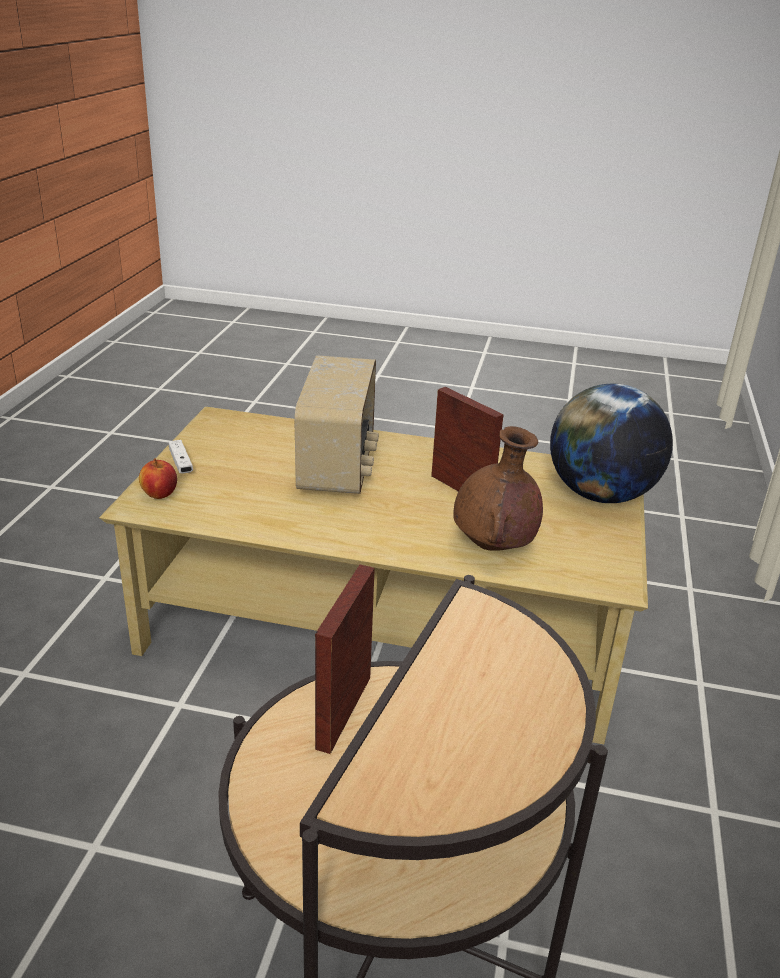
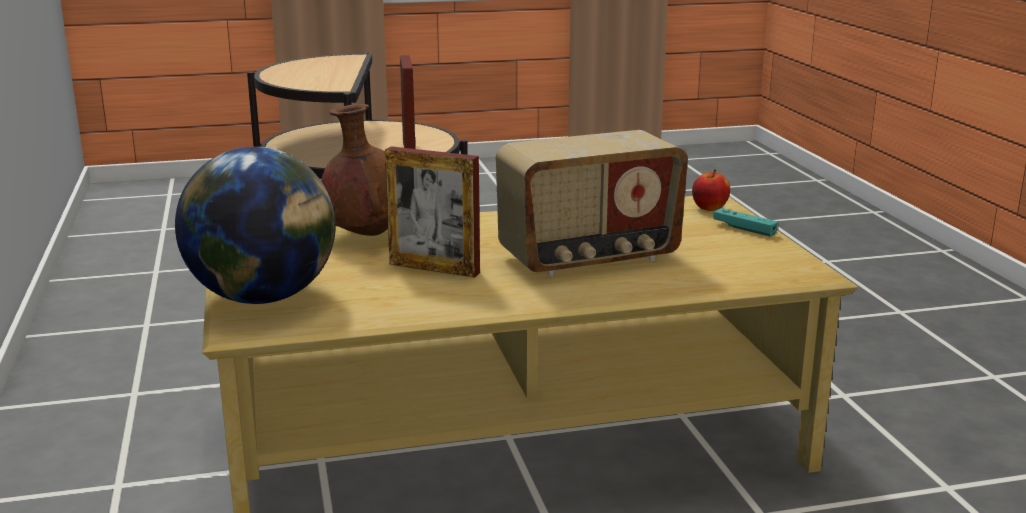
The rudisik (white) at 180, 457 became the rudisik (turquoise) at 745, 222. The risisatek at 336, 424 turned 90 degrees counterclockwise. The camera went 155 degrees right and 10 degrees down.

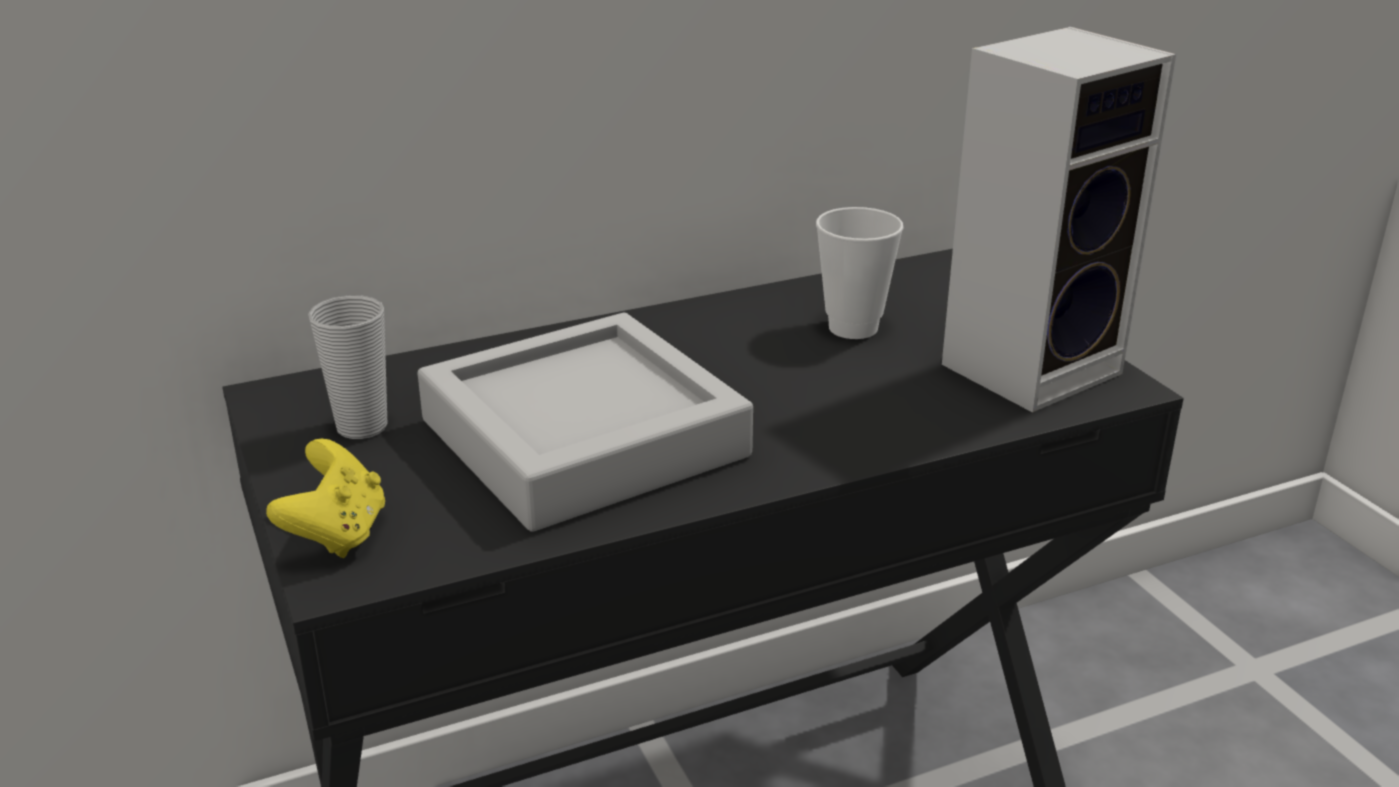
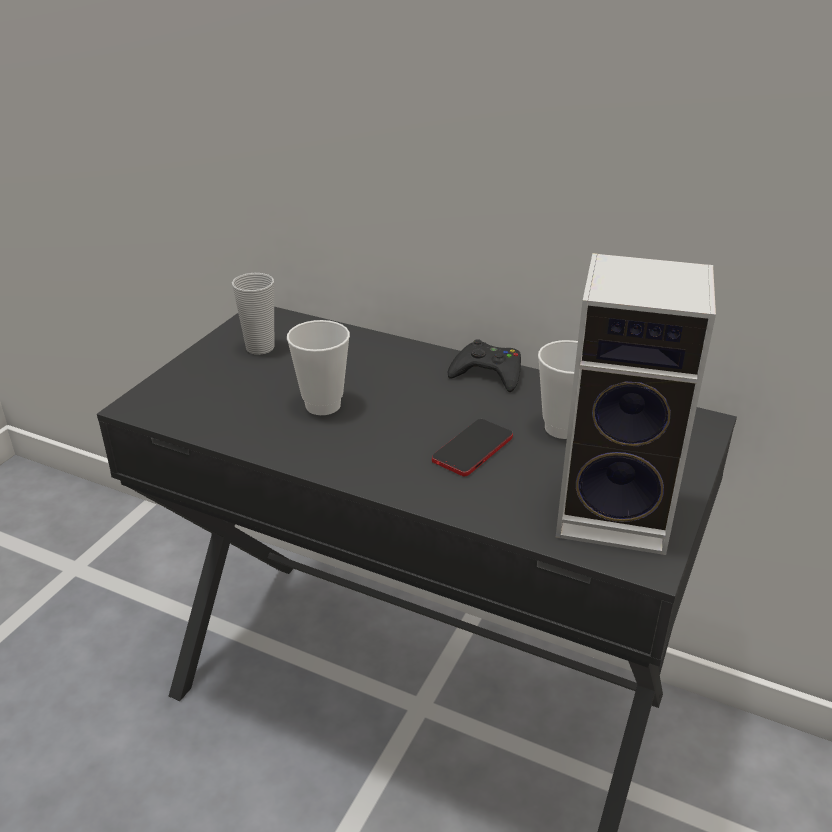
The rudisik (yellow) at 325, 498 disappeared. The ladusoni at 472, 448 appeared. The rudisik (black) at 484, 365 appeared. The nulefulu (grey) at 585, 422 was replaced by the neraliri at 318, 367. The camera went 50 degrees right and 5 degrees up.

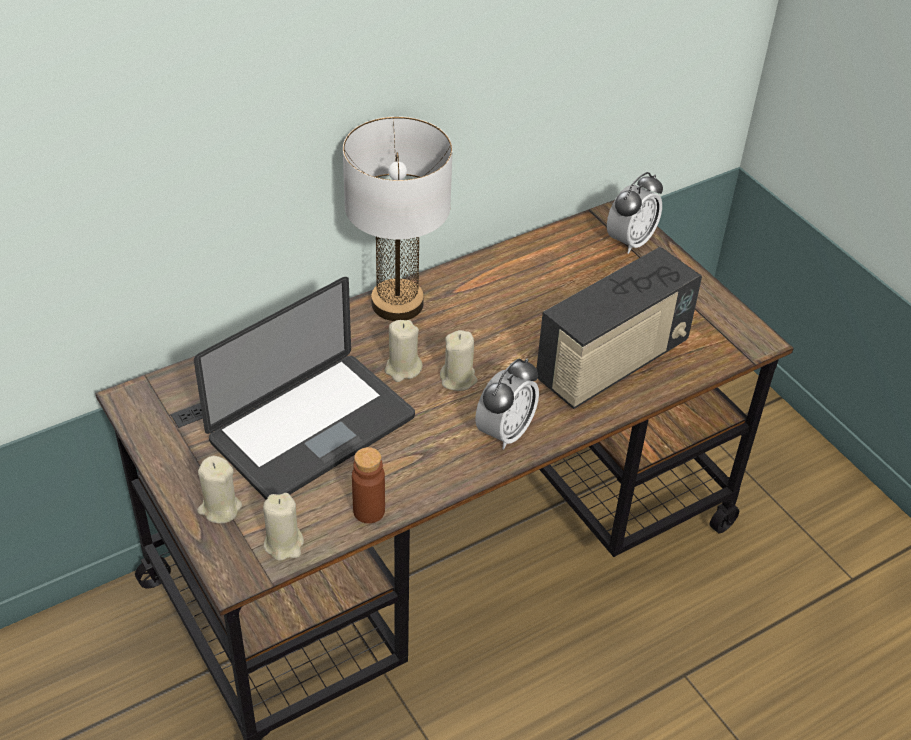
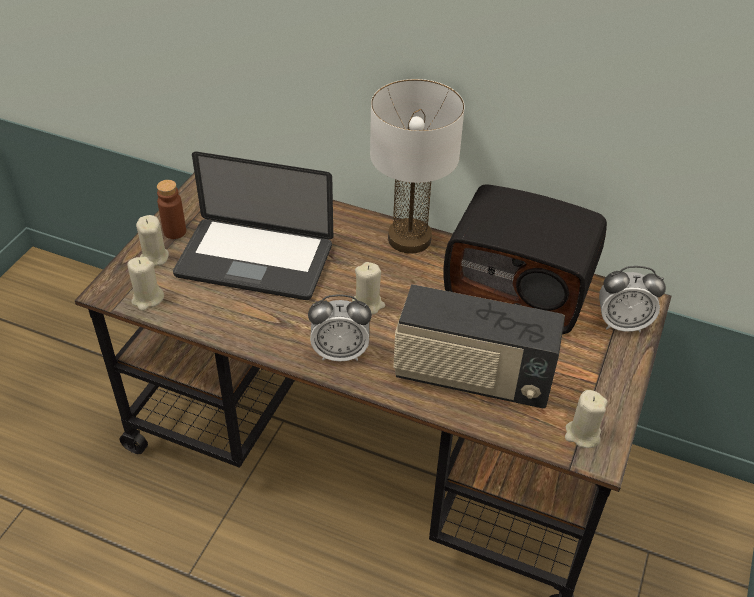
The risisatek at 525, 259 appeared. The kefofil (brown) moved from 368, 485 to 171, 209. The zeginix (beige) moved from 404, 351 to 586, 419. The camera went 55 degrees right and 0 degrees up.

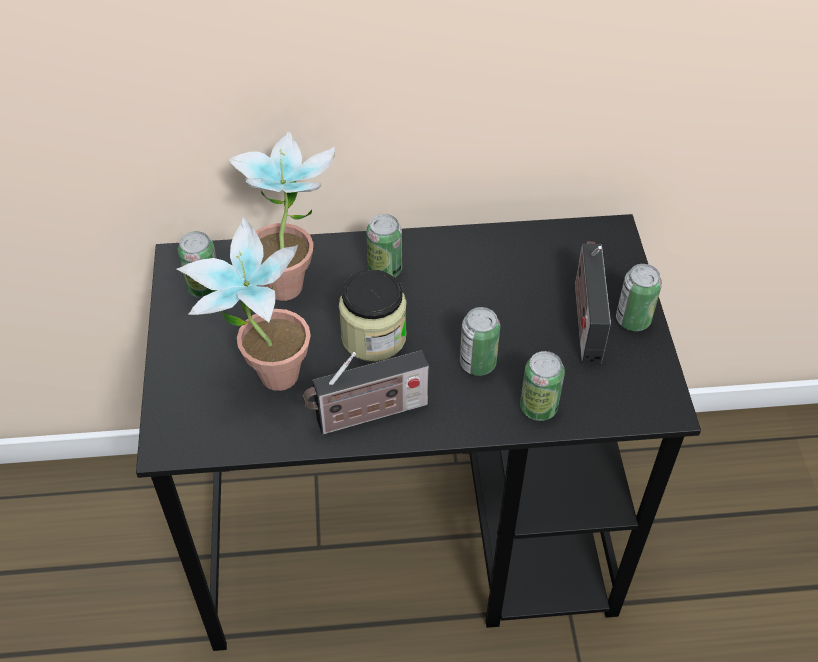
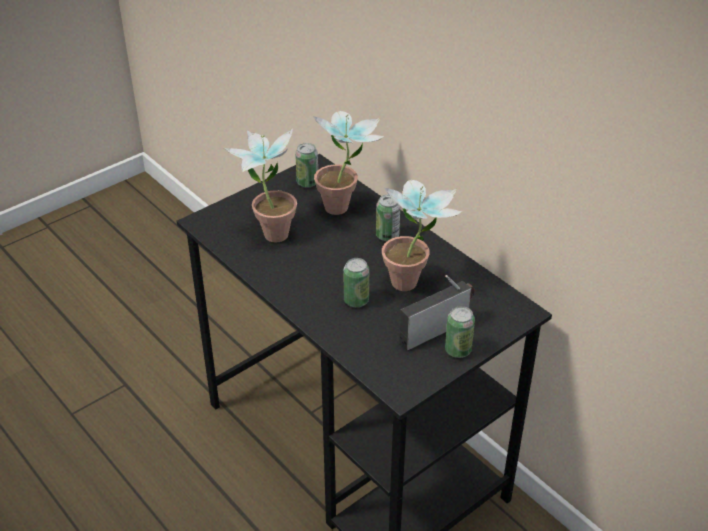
The risisatek at 366, 392 disappeared. The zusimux at 372, 316 disappeared. The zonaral at 542, 386 disappeared. The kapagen at 422, 235 appeared. The camera went 55 degrees right and 10 degrees down.

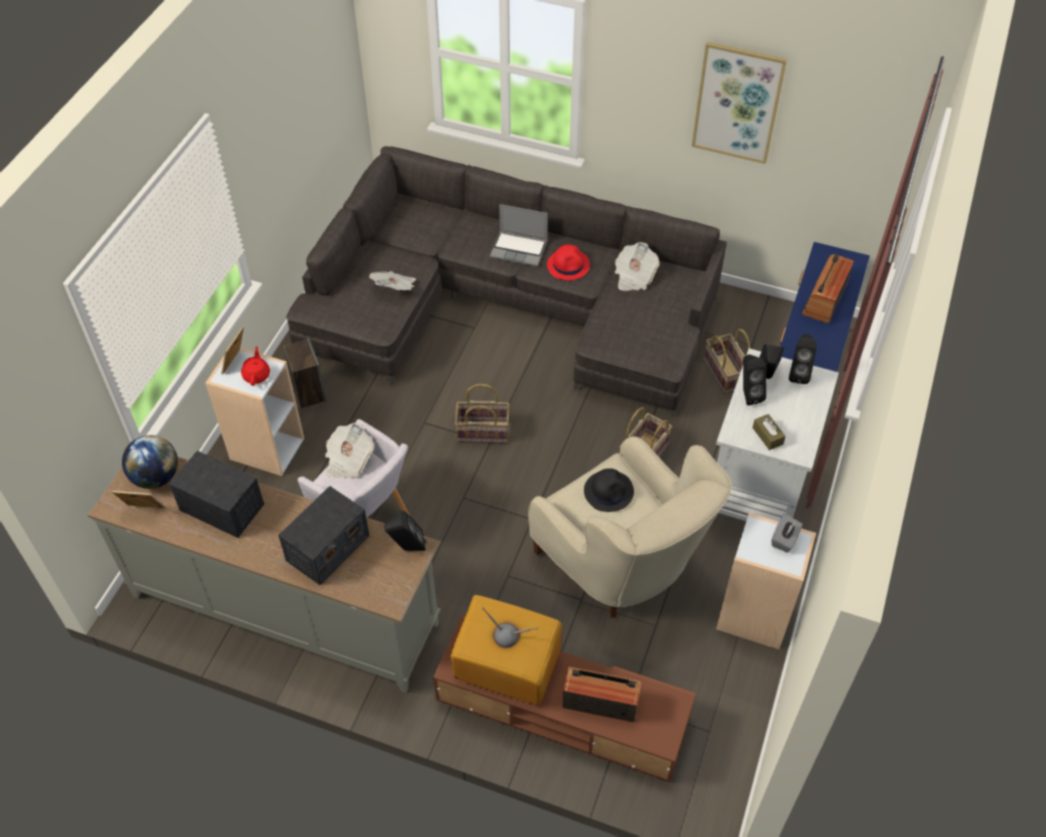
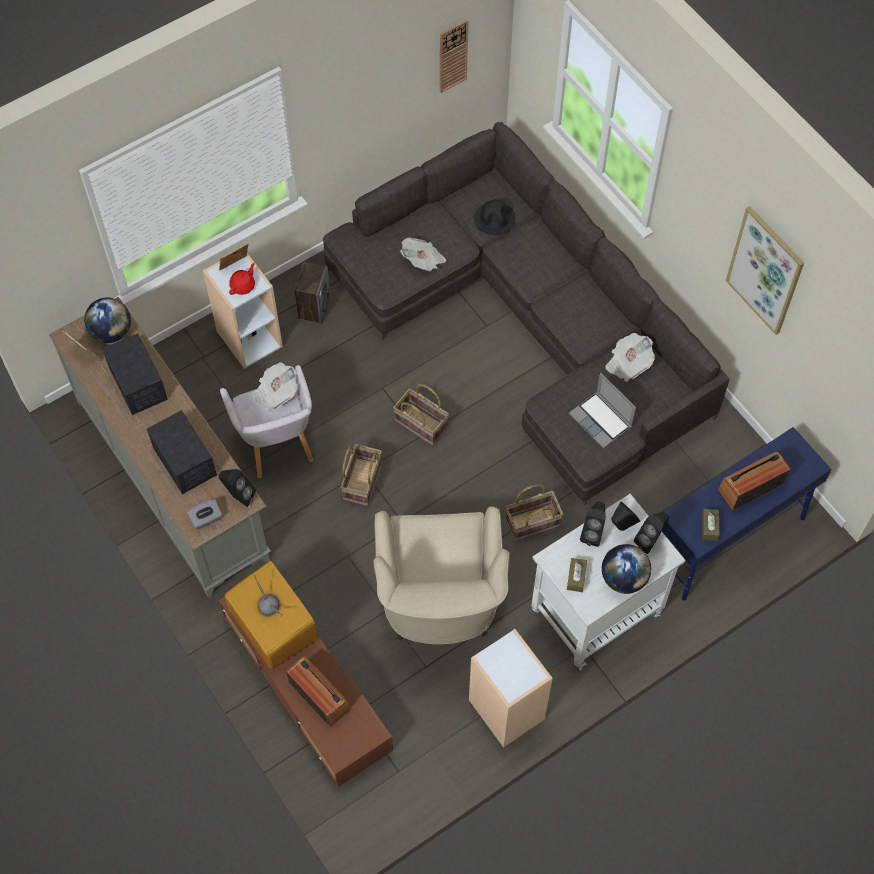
The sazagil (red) at 568, 262 disappeared. The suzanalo at 454, 56 appeared. The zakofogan at 626, 569 appeared. The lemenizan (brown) at 711, 525 appeared. The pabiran moved from 519, 235 to 602, 411. The sazagil (black) moved from 609, 490 to 494, 217. The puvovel moved from 727, 361 to 361, 475. The lemenizan (grey) moved from 786, 532 to 204, 514. The risisatek at 323, 535 turned 105 degrees counterclockwise. The camera went 35 degrees right and 10 degrees up.

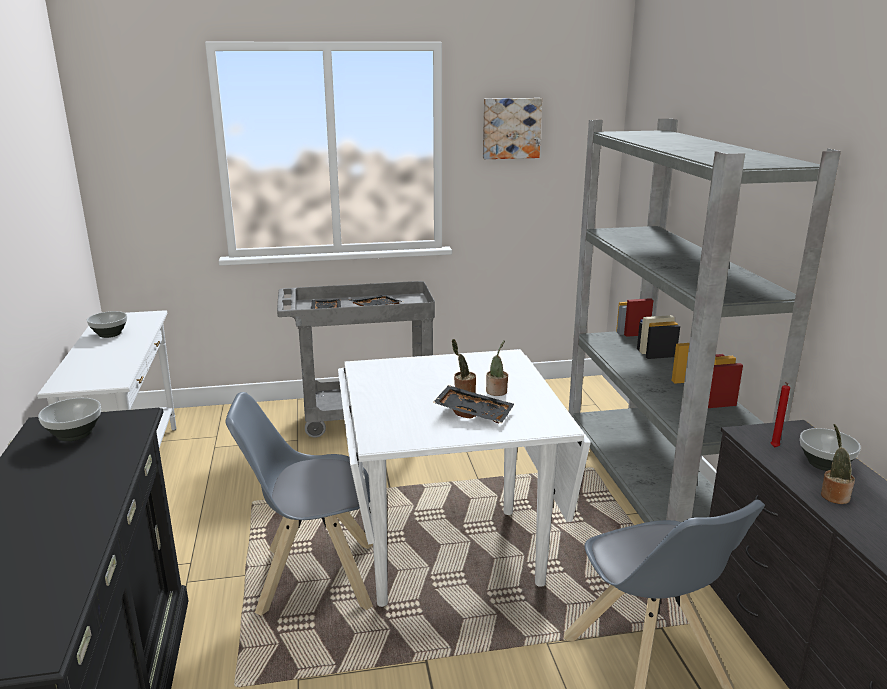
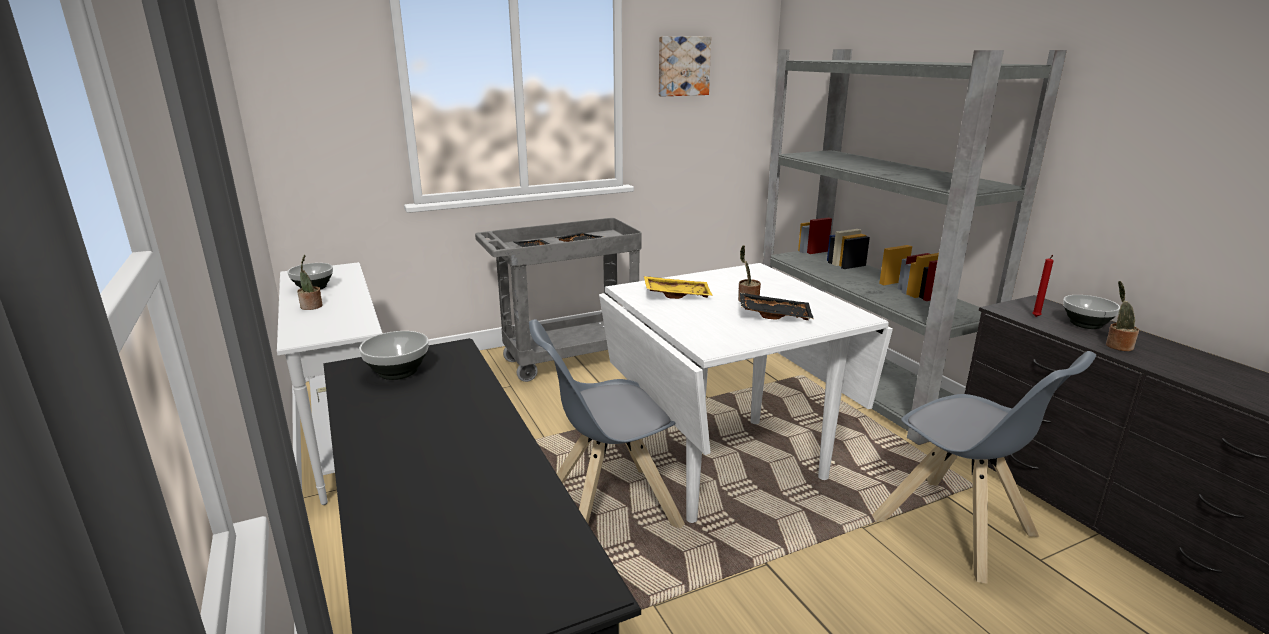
The nulefulu (yellow) at 678, 287 appeared. The kapagen moved from 497, 368 to 309, 282. The camera went 15 degrees left and 0 degrees up.

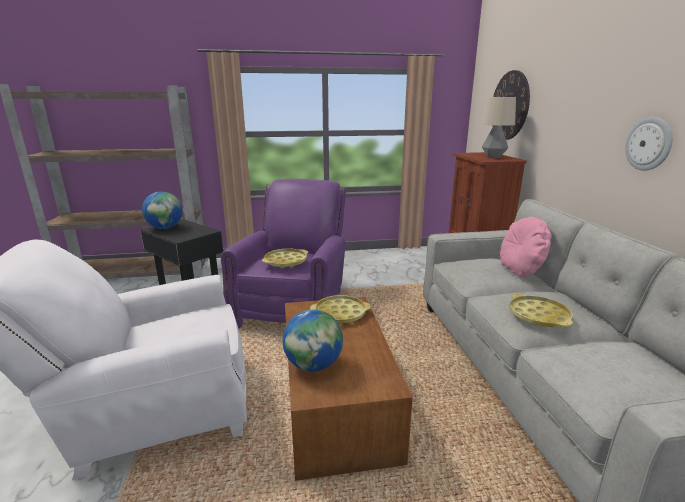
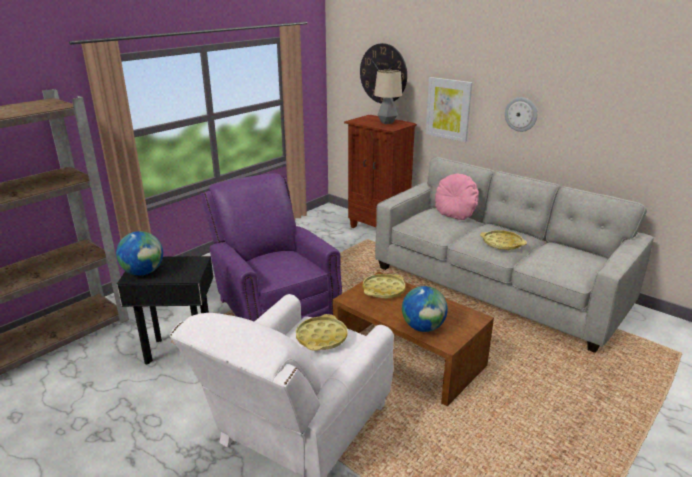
The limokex at 448, 109 appeared. The nulefulu (yellow) moved from 285, 258 to 322, 332. The camera went 40 degrees left and 5 degrees up.

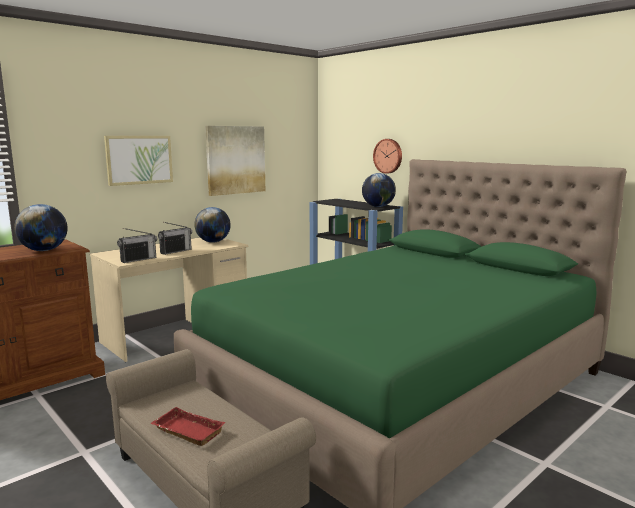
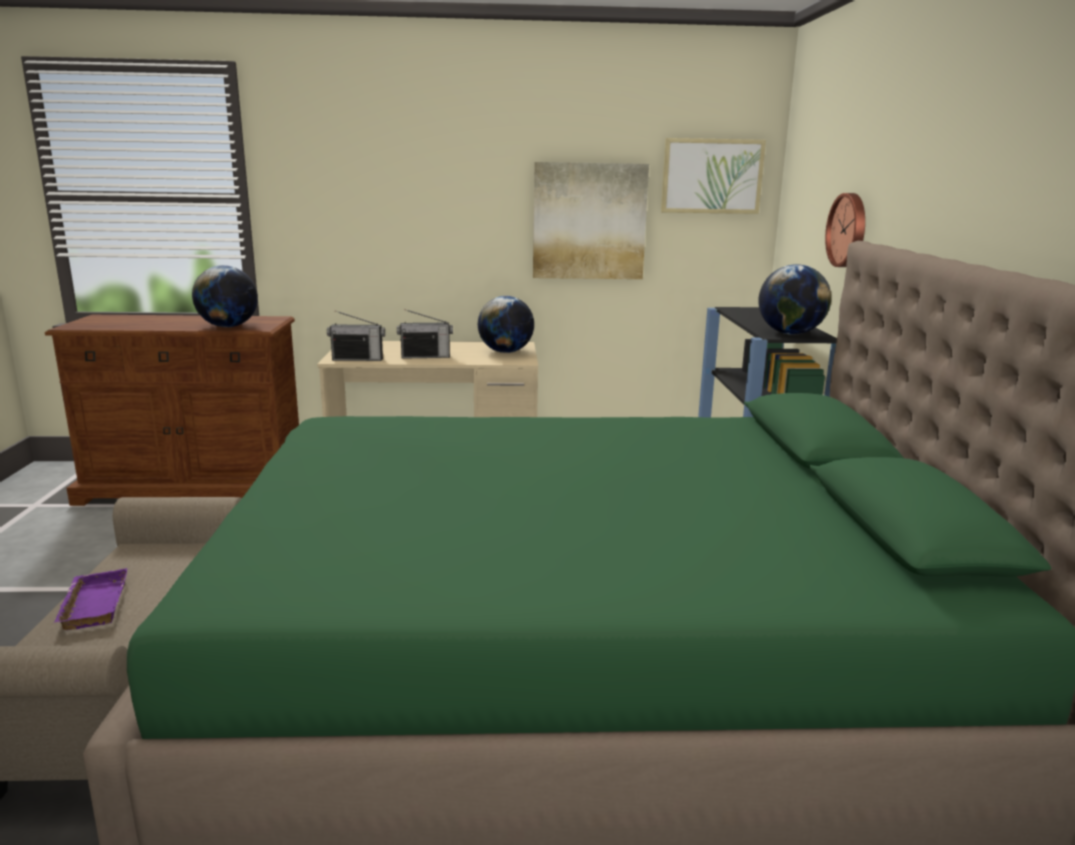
The limokex moved from 138, 161 to 713, 176. The nulefulu (red) at 187, 426 became the nulefulu (purple) at 91, 599. The camera went 40 degrees right and 5 degrees up.

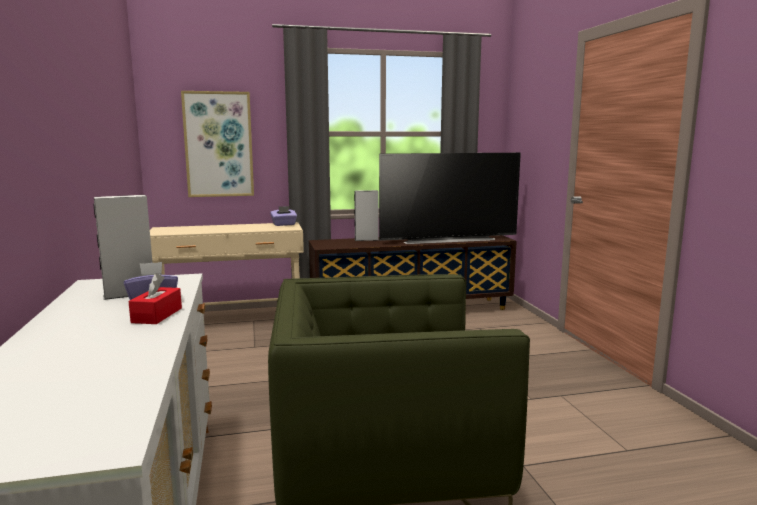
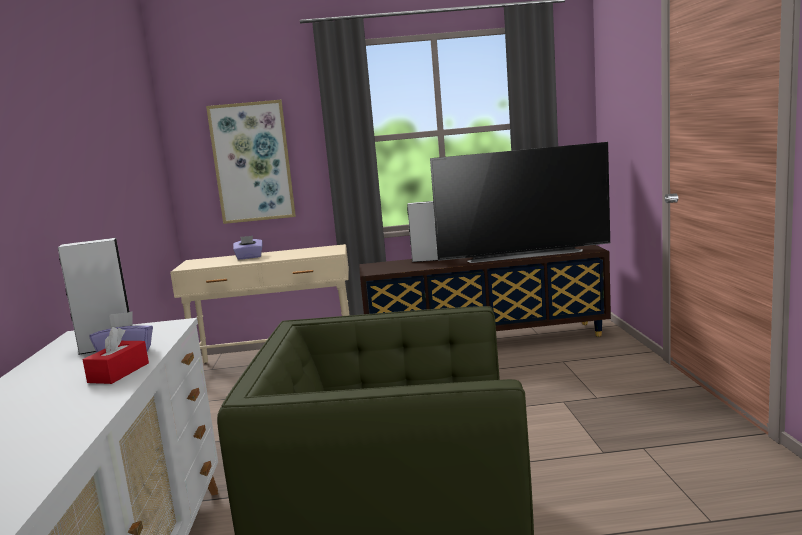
The lemenizan (purple) moved from 283, 216 to 247, 248. The camera went 10 degrees right and 0 degrees up.

